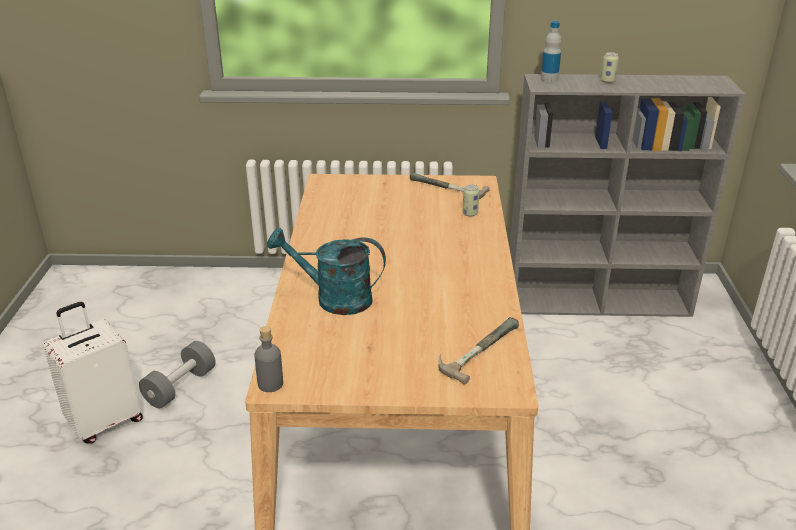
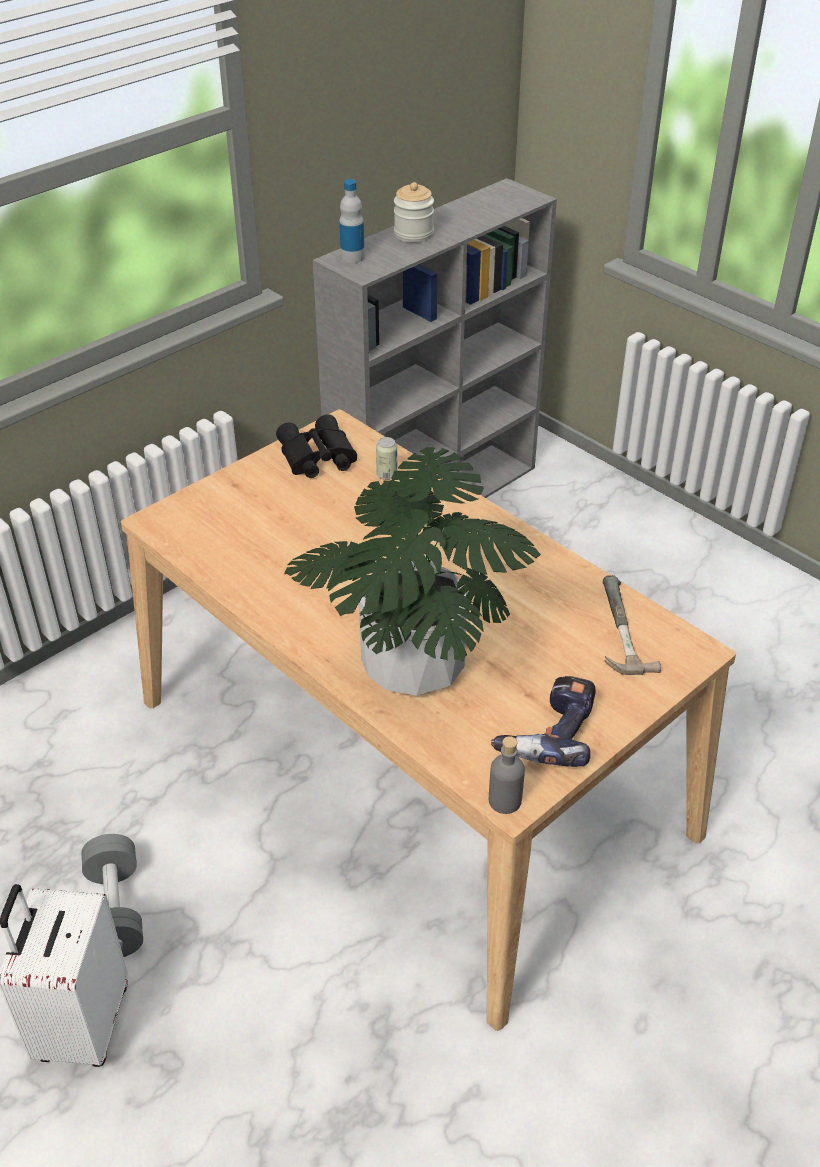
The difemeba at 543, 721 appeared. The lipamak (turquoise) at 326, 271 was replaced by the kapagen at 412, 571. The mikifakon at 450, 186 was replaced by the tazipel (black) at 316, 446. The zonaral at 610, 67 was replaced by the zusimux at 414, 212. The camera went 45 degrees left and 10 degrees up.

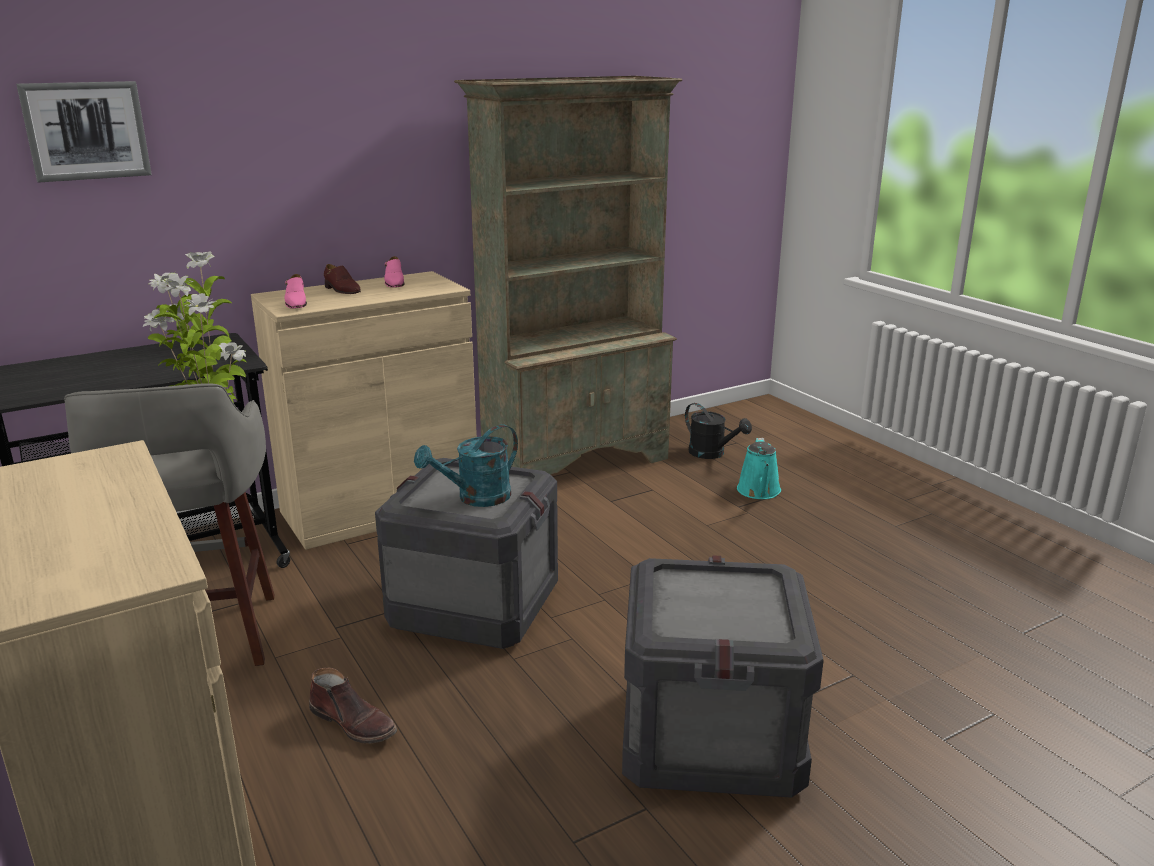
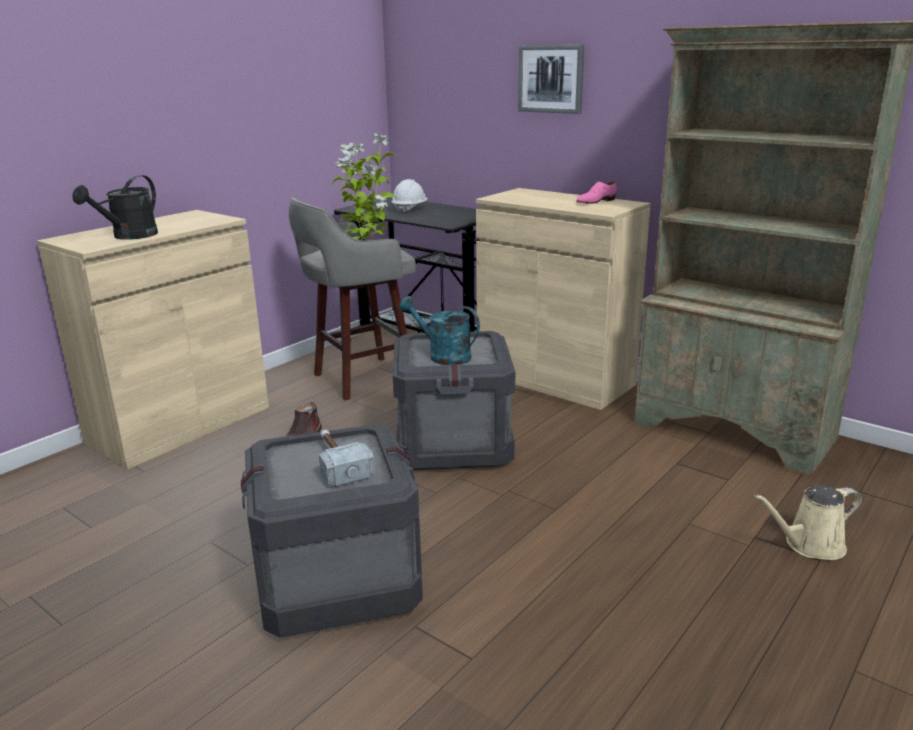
The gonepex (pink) at 295, 291 disappeared. The gonepex (brown) at 342, 279 disappeared. The mikifakon at 347, 458 appeared. The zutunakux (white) at 409, 196 appeared. The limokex moved from 84, 131 to 551, 79. The lipamak (black) moved from 718, 431 to 115, 207. The lipamak (turquoise) at 759, 468 became the lipamak (beige) at 808, 522. The camera went 70 degrees right and 0 degrees up.

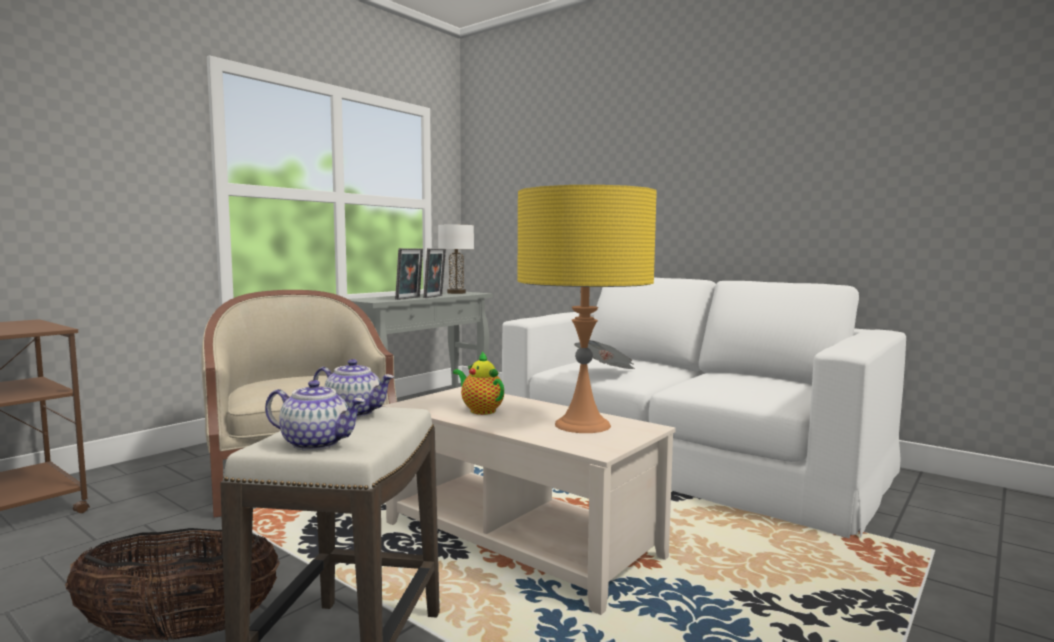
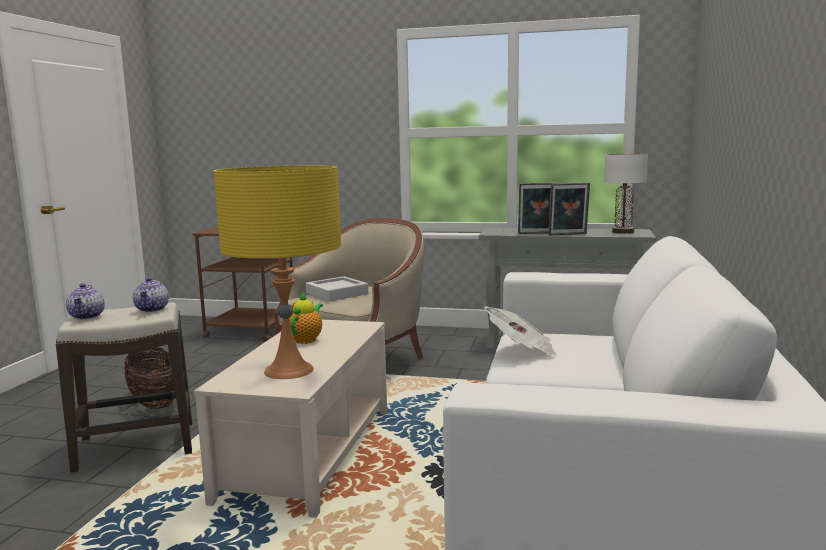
The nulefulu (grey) at 337, 288 appeared. The camera went 65 degrees right and 5 degrees up.

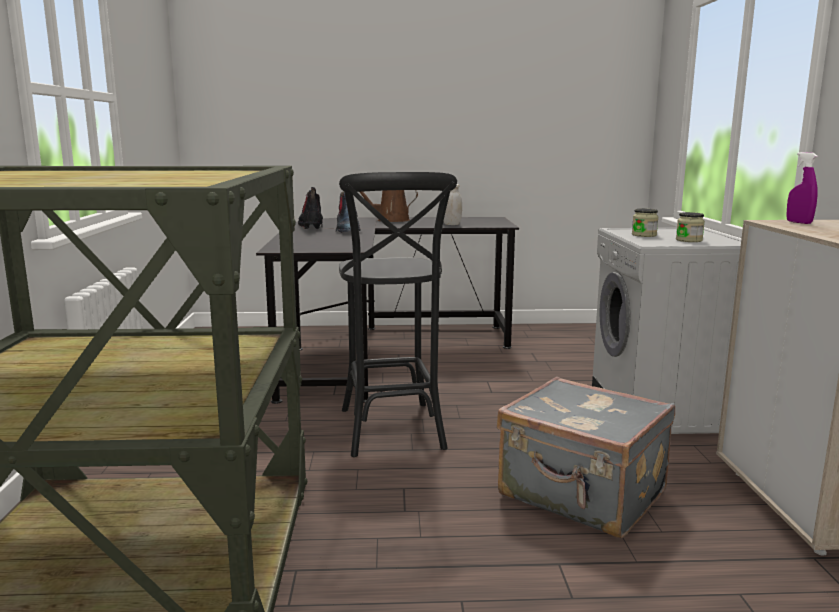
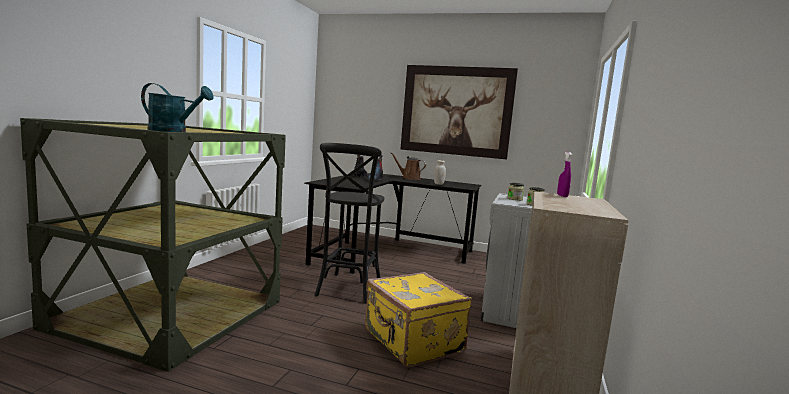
The lipamak (turquoise) at 177, 107 appeared. The limokex at 459, 112 appeared. The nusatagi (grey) at 586, 457 became the nusatagi (yellow) at 418, 319. The camera went 20 degrees right and 5 degrees down.

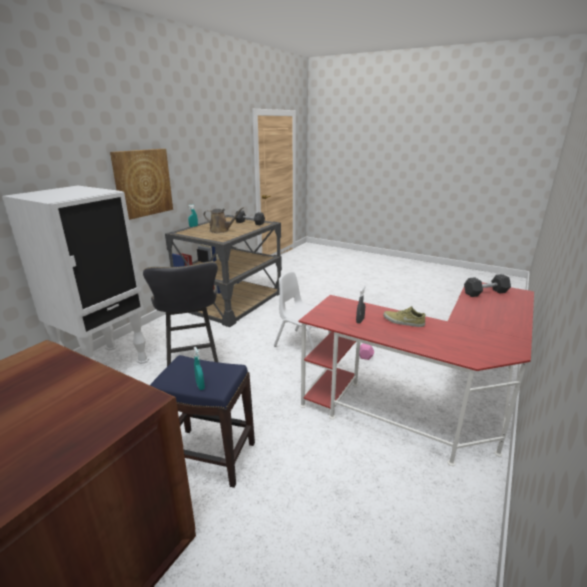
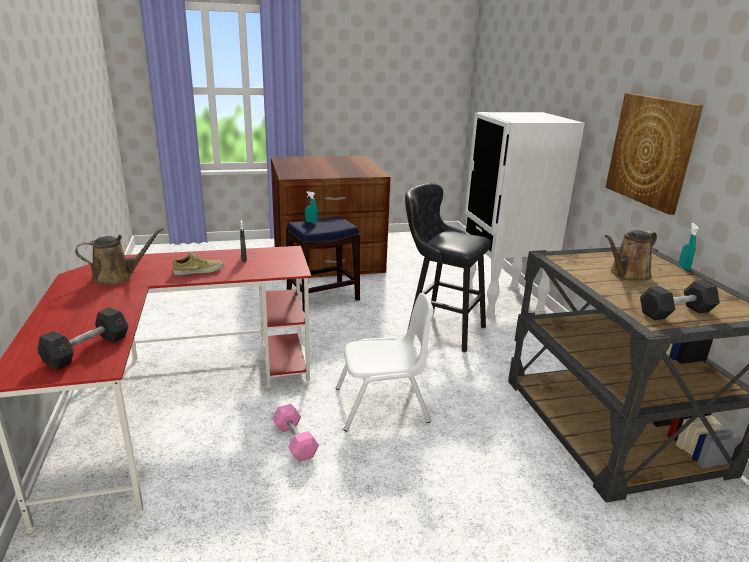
The lipamak (brown) at 119, 256 appeared. The camera went 135 degrees right and 0 degrees up.

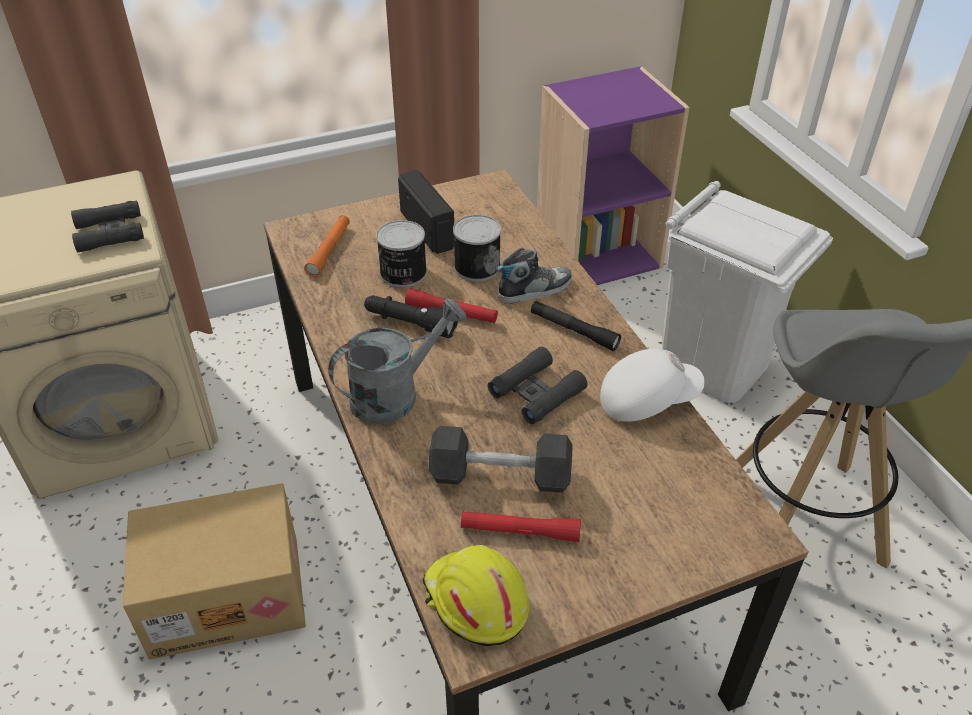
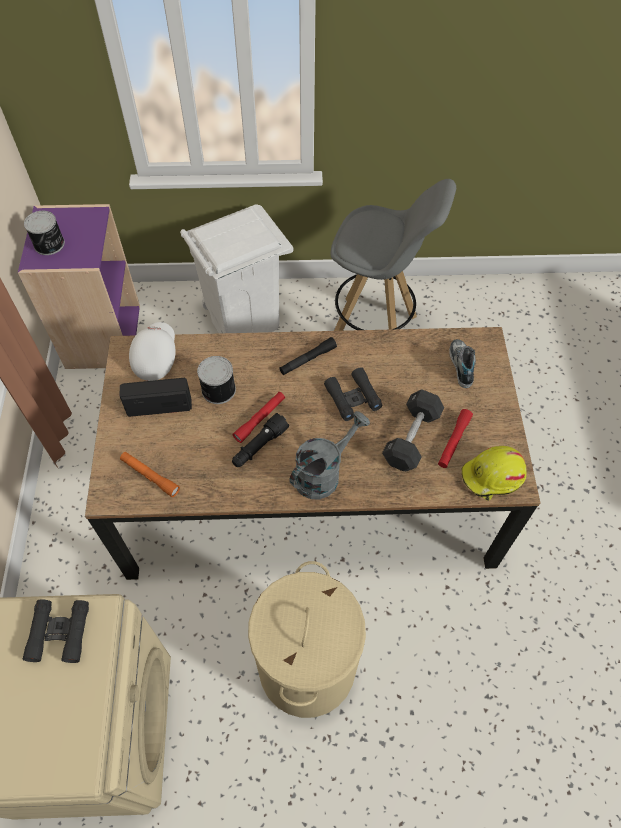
The zonaral moved from 401, 253 to 44, 233. The gonepex moved from 534, 276 to 462, 363. The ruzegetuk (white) moved from 652, 385 to 152, 351. The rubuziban at 214, 571 was replaced by the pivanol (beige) at 307, 639. The lipamak (grey) at 397, 361 turned 60 degrees clockwise. The camera went 70 degrees left and 15 degrees up.

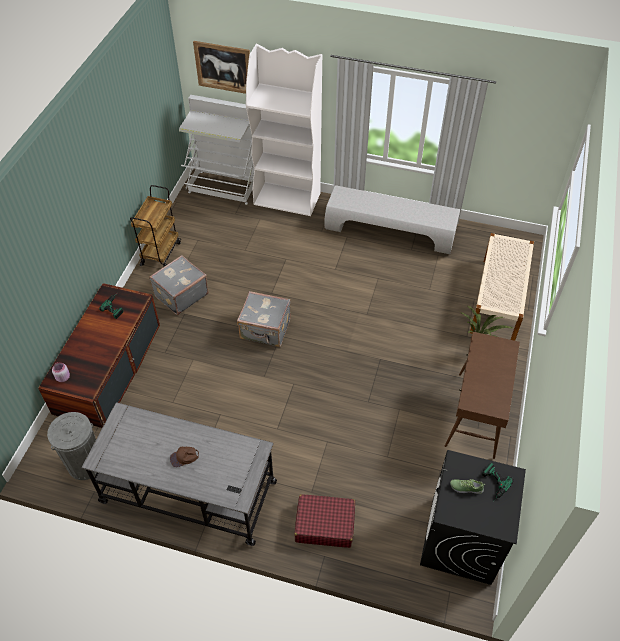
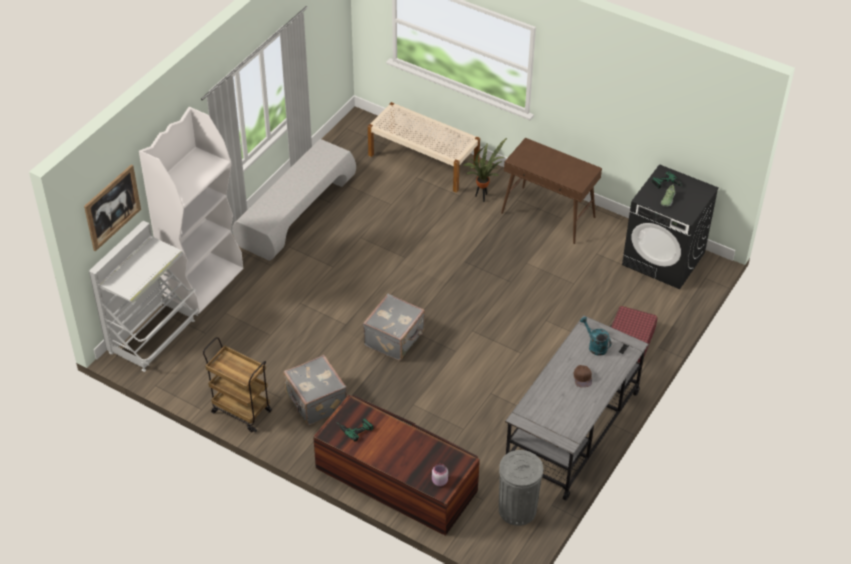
The lipamak (turquoise) at 595, 336 appeared. The camera went 75 degrees left and 5 degrees down.

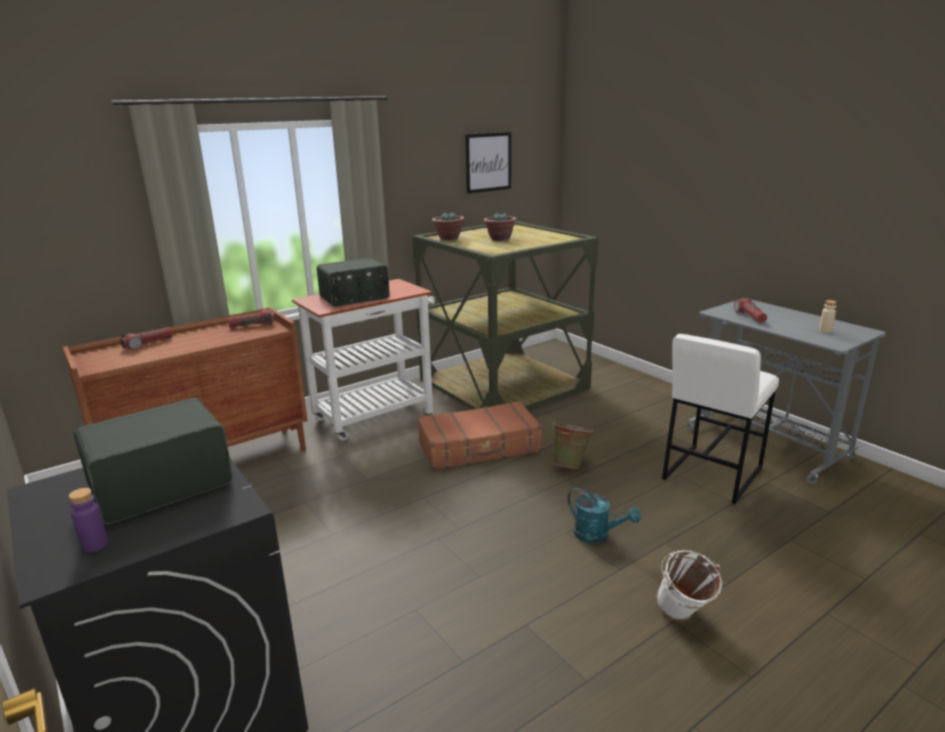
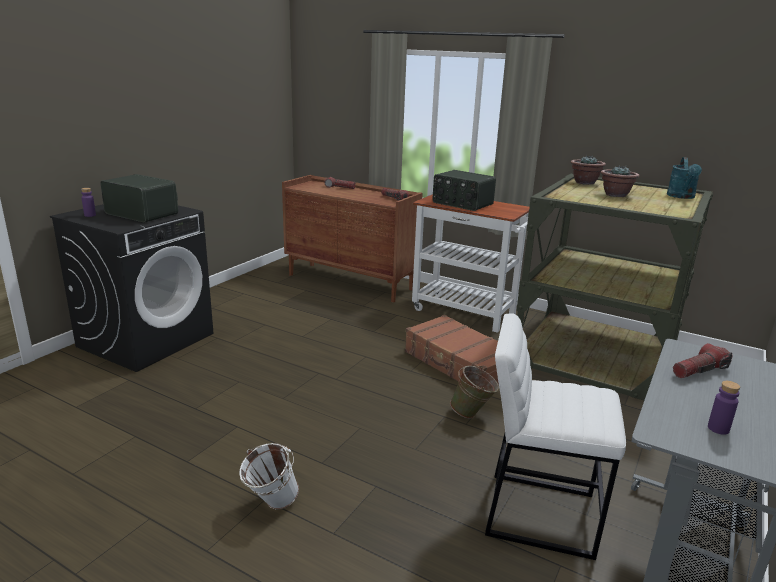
The limokex at 488, 163 disappeared. The lipamak (turquoise) moved from 604, 515 to 684, 178. The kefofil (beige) at 828, 316 became the kefofil (purple) at 724, 408. The camera went 65 degrees right and 0 degrees up.

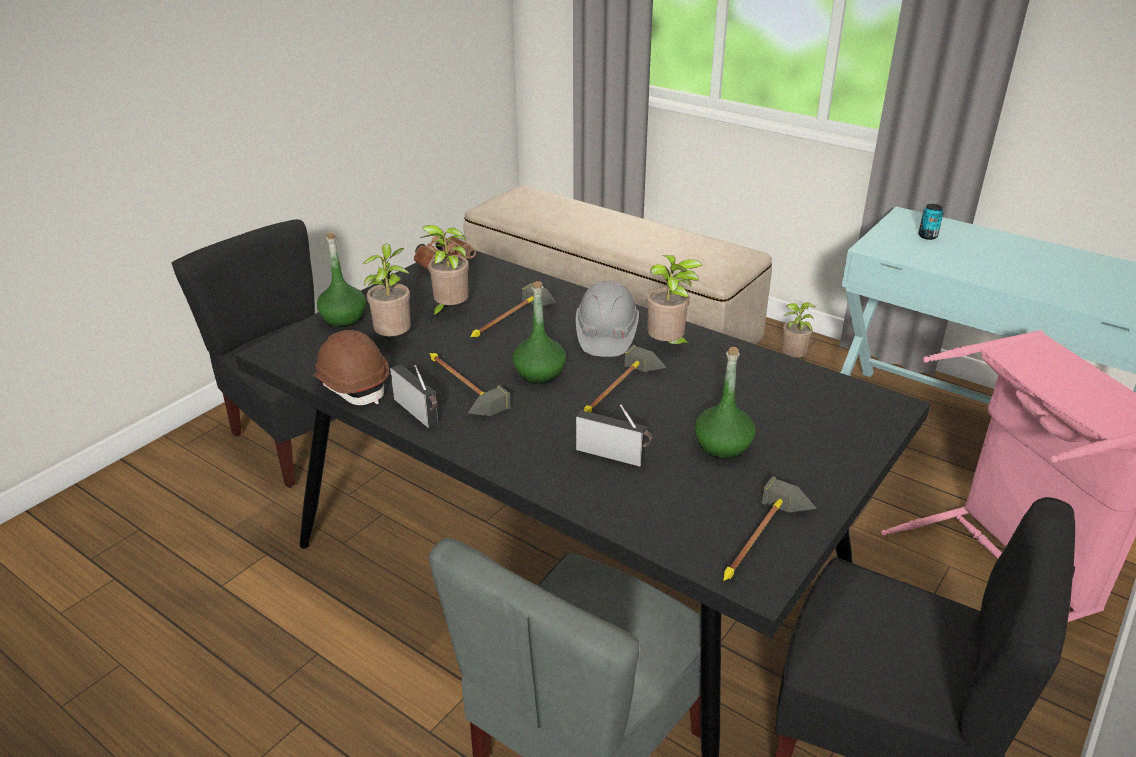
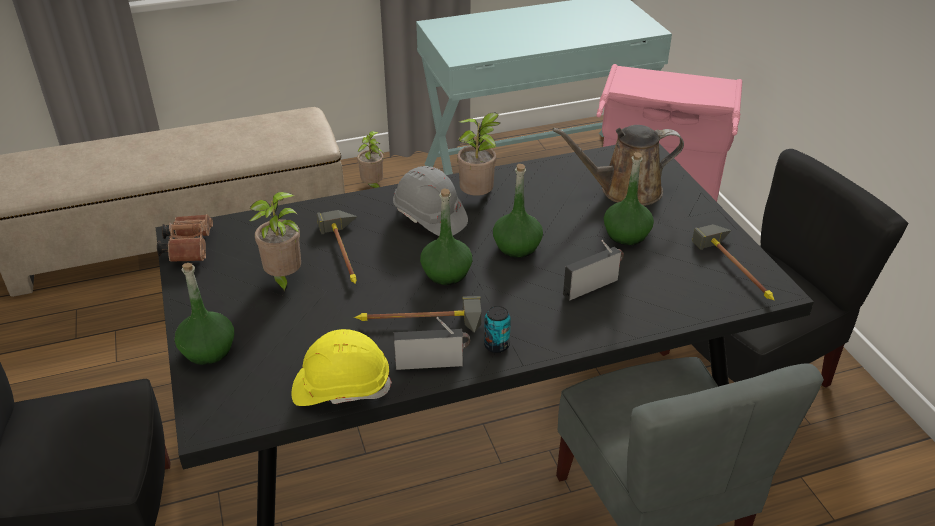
The kapagen at 387, 290 disappeared. The lipamak (brown) at 618, 165 appeared. The zonaral moved from 931, 222 to 497, 329. The mikifakon at 625, 379 was replaced by the kefofil (green) at 518, 211. The zutunakux (brown) at 351, 367 became the zutunakux (yellow) at 342, 367. The camera went 55 degrees left and 5 degrees up.

